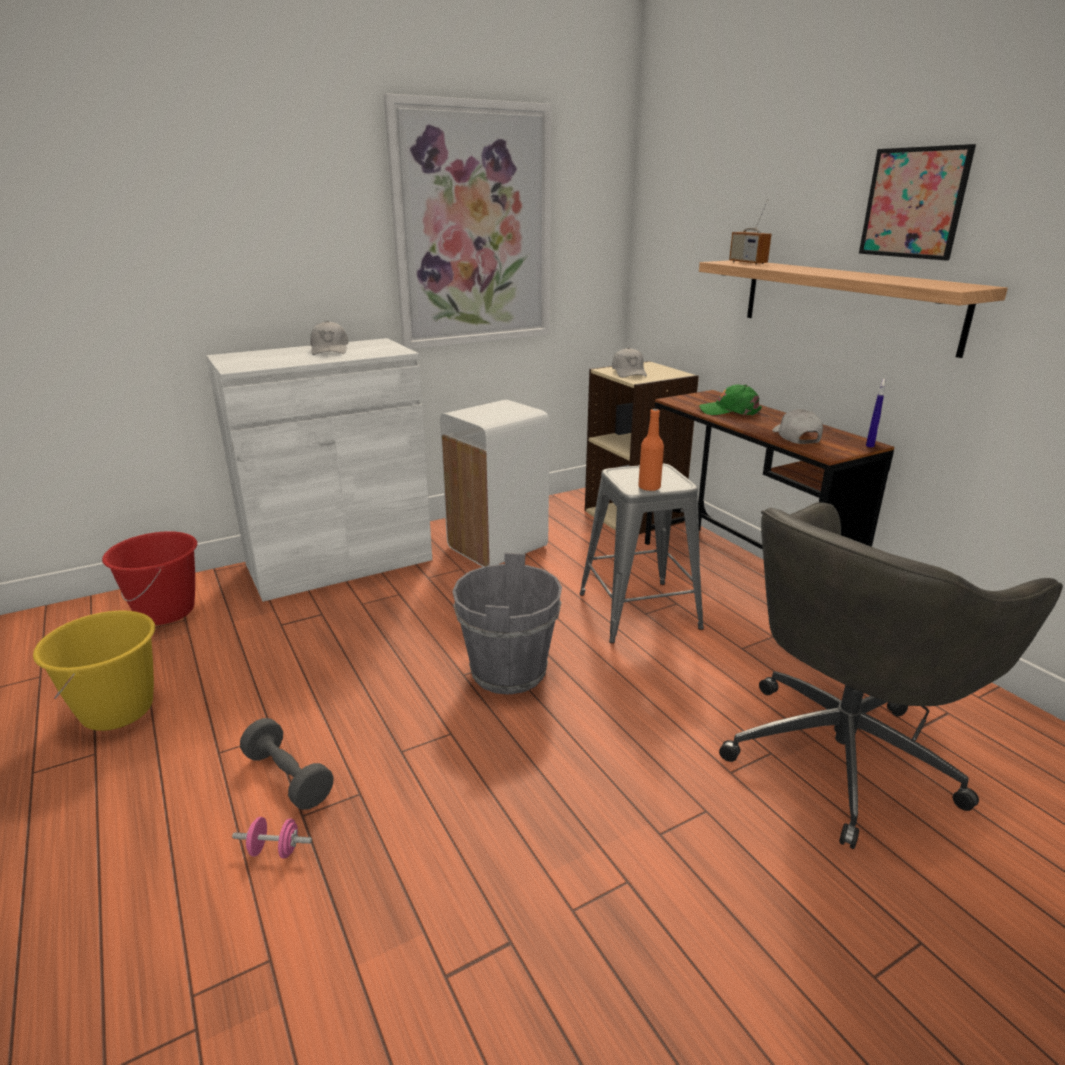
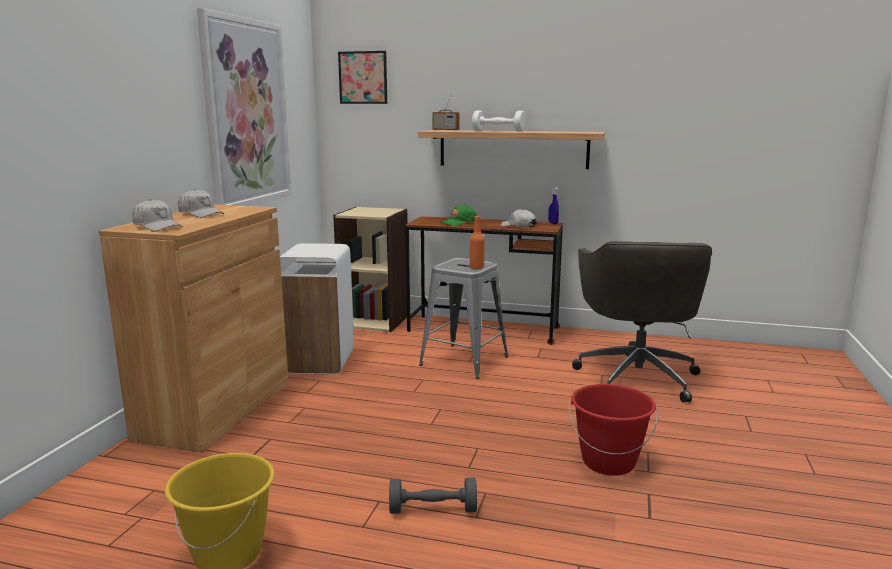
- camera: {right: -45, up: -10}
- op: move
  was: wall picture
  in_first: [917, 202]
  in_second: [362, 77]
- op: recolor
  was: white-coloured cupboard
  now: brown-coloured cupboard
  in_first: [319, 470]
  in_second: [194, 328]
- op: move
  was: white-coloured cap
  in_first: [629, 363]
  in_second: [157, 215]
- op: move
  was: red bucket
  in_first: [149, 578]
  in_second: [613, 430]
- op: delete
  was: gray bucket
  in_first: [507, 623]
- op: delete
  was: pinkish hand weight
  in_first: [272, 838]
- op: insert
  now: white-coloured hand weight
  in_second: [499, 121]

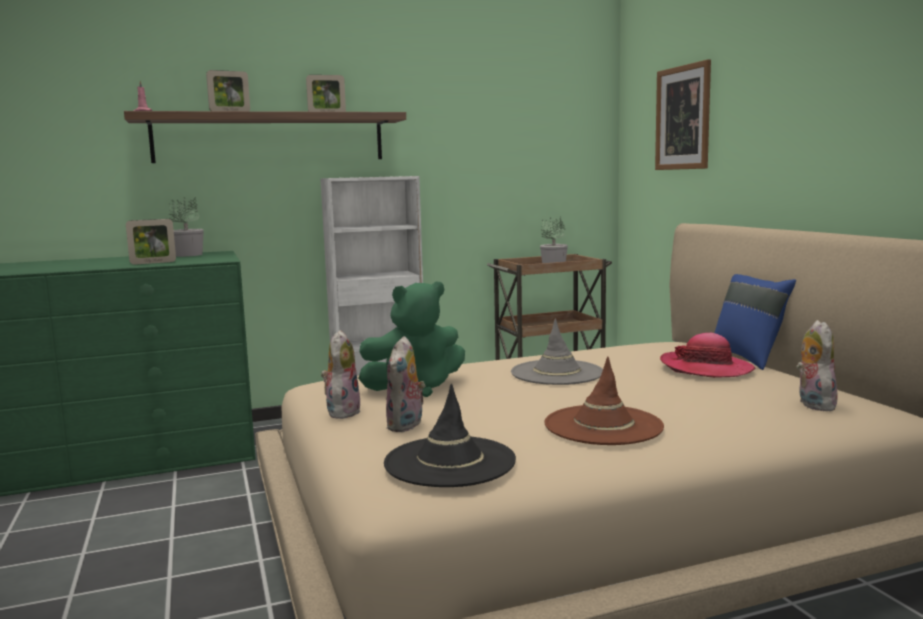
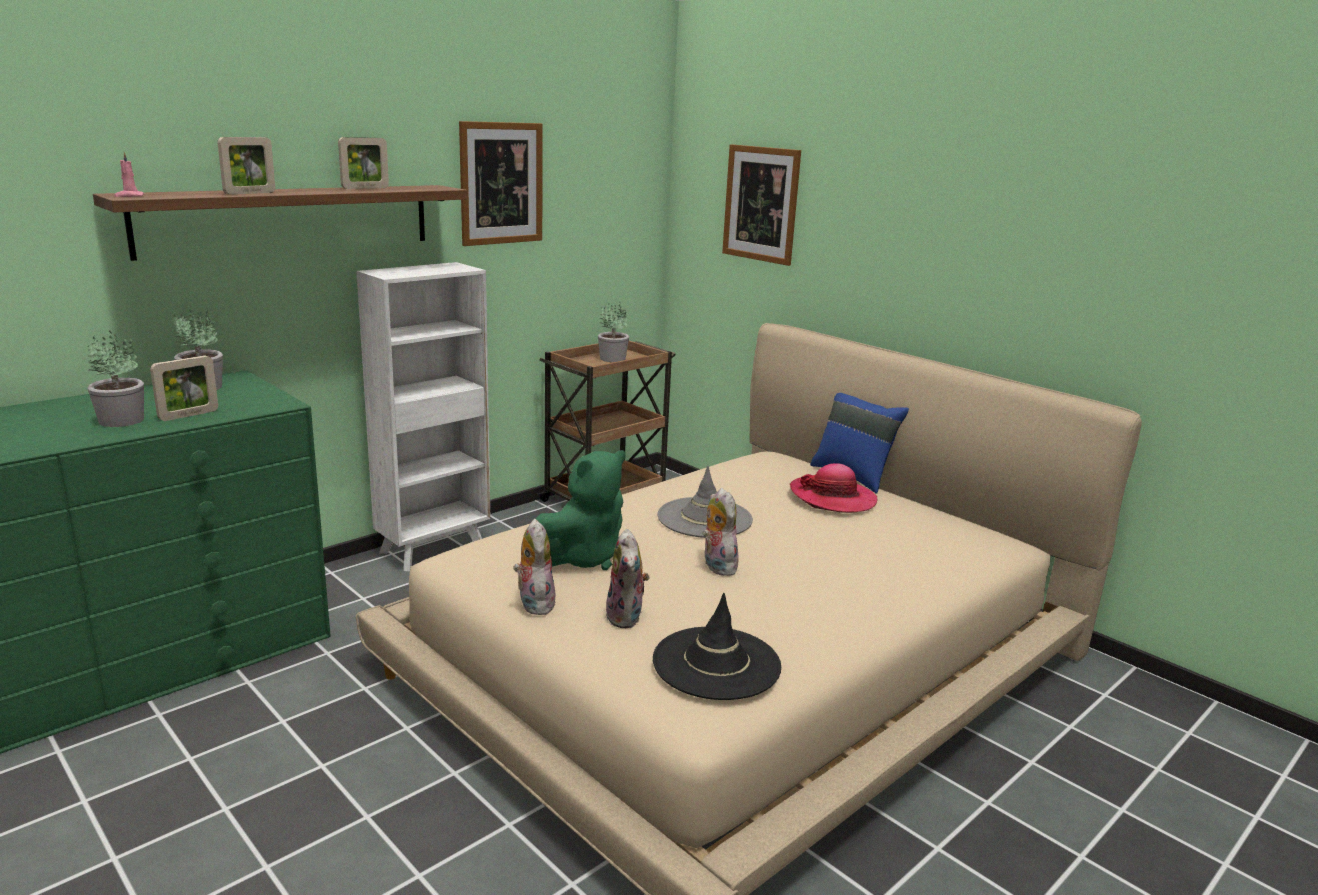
- camera: {right: -25, up: 10}
- op: move
  was: plush toy
  in_first: [818, 366]
  in_second: [721, 532]
- op: delete
  was: brown-coloured hat
  in_first: [604, 400]
- op: insert
  now: wall picture
  in_second: [501, 183]
- op: insert
  now: houseplant
  in_second: [115, 378]

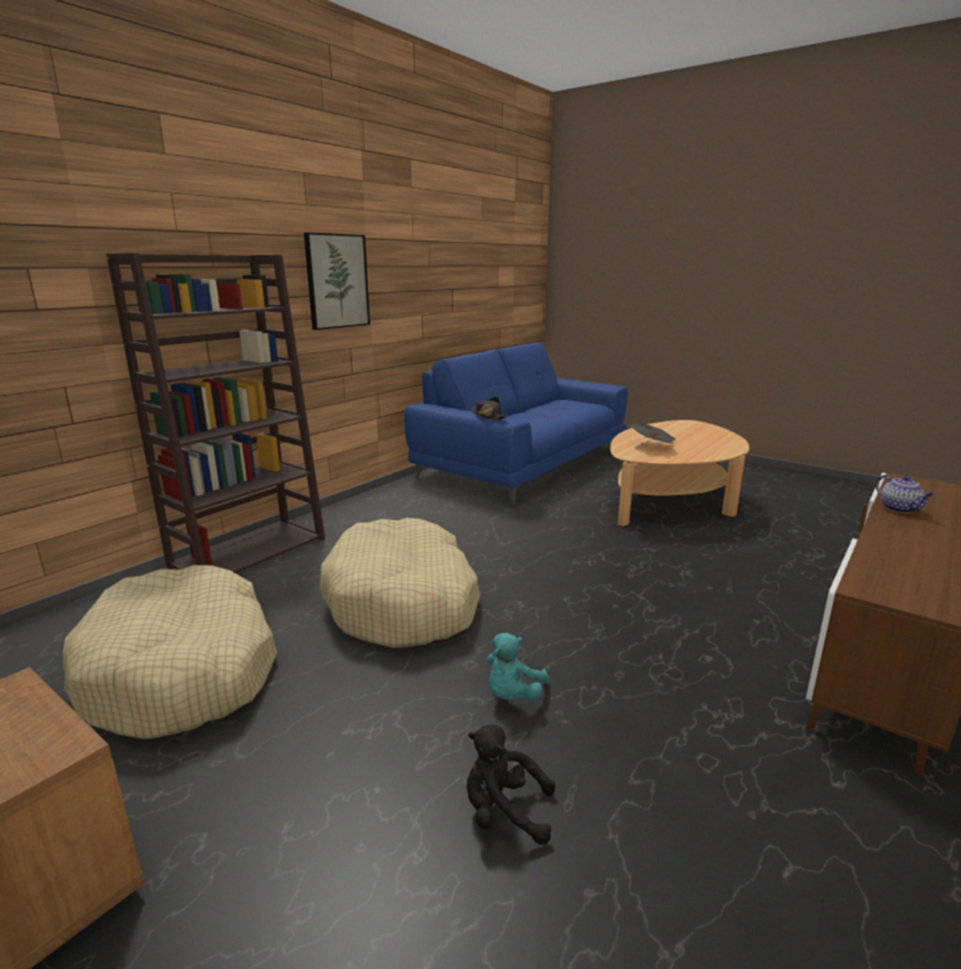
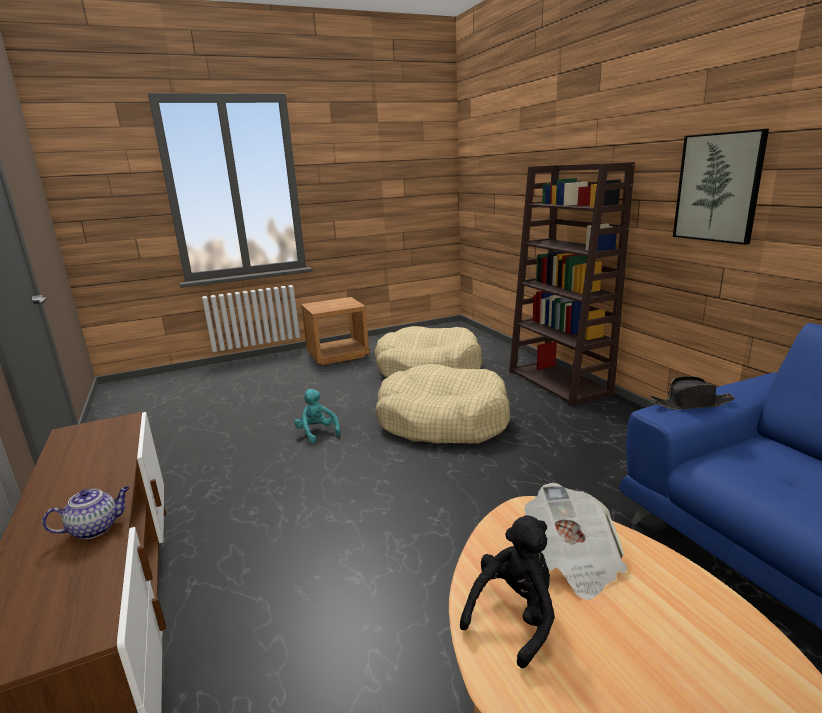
- camera: {right: 120, up: 0}
- op: rotate
  was: teapot
  in_first: [905, 494]
  in_second: [86, 512]
  clockwise: 135
- op: move
  was: black-coloured plush toy
  in_first: [510, 784]
  in_second: [507, 591]

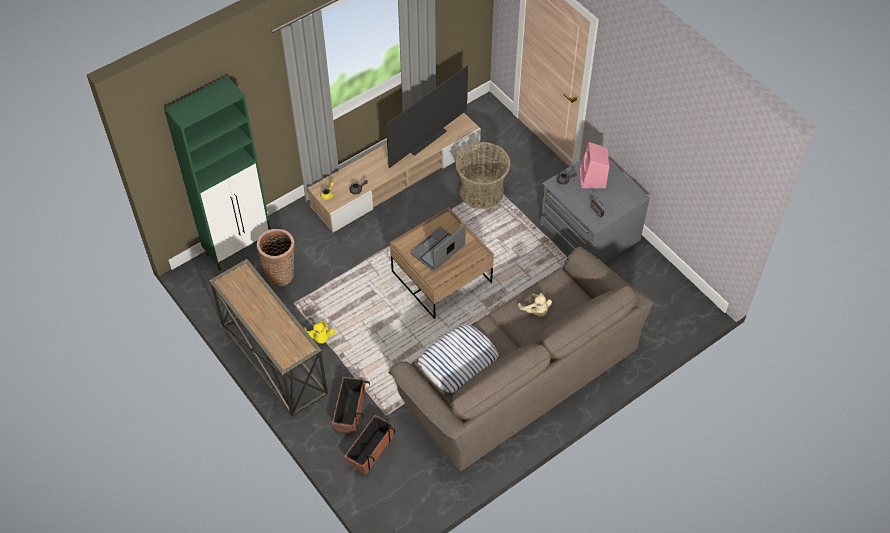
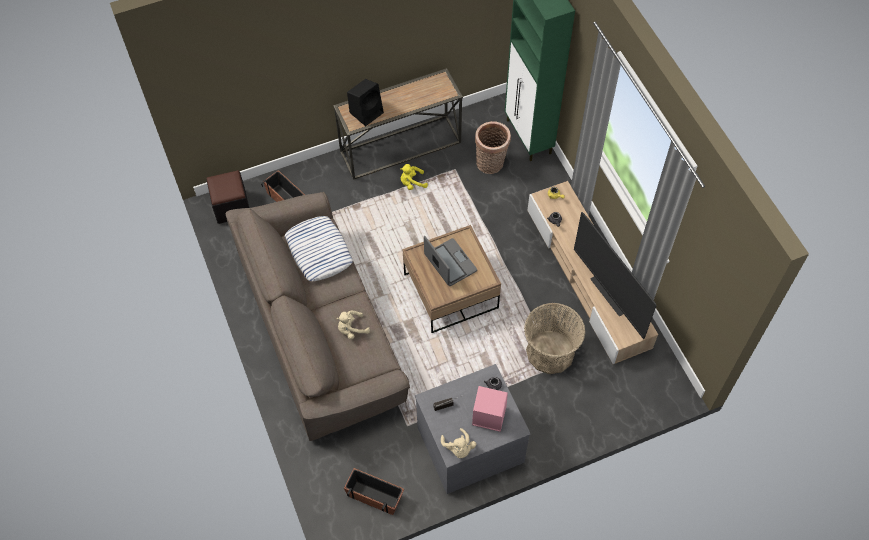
- camera: {right: 105, up: 5}
- op: move
  was: plant pot
  in_first: [351, 405]
  in_second: [374, 491]
- op: insert
  now: black-coloured speaker
  in_second: [365, 102]
- op: insert
  now: black-coloured ottoman
  in_second: [227, 197]
- op: insert
  now: sand-coloured plush toy
  in_second: [458, 443]

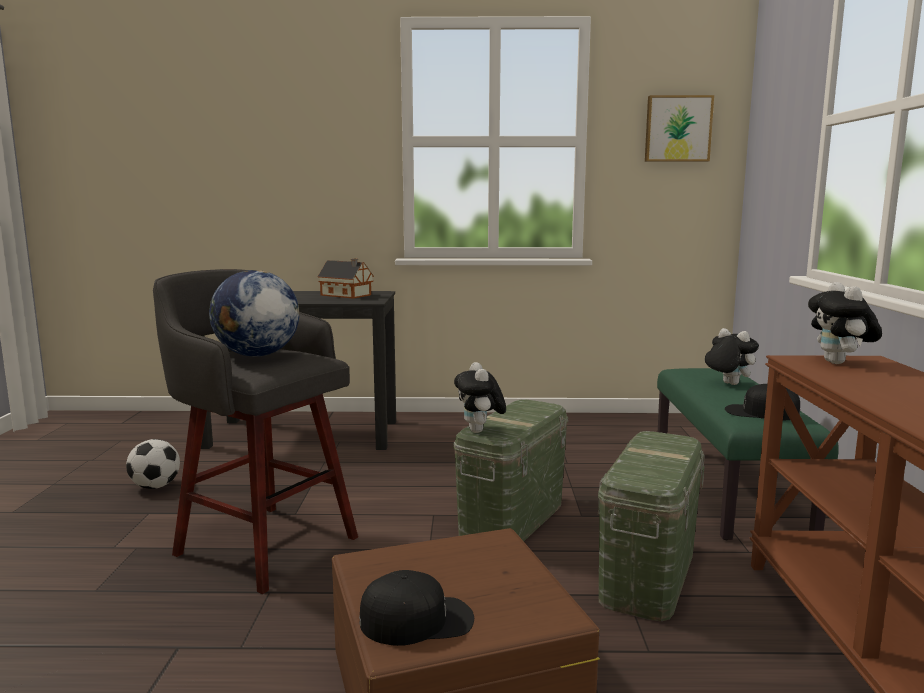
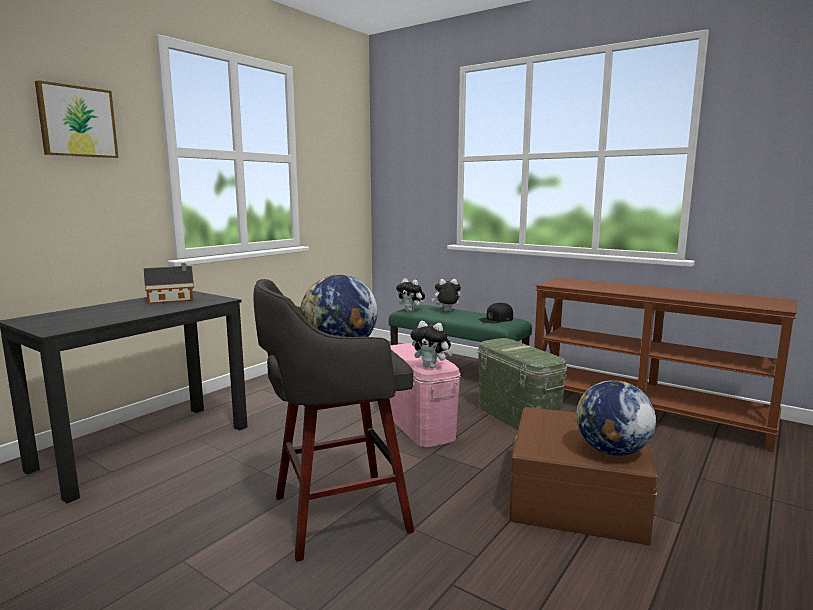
- camera: {right: -55, up: 0}
- op: move
  was: wall picture
  in_first: [679, 128]
  in_second: [77, 119]
- op: move
  was: plush toy
  in_first: [845, 323]
  in_second: [410, 295]
- op: recolor
  was: green storage container
  now: pinkish storage container
  in_first: [510, 470]
  in_second: [425, 395]
- op: delete
  was: football ball
  in_first: [153, 464]
- op: replace
  was: black-coloured cap
  now: globe
  in_first: [416, 608]
  in_second: [616, 418]

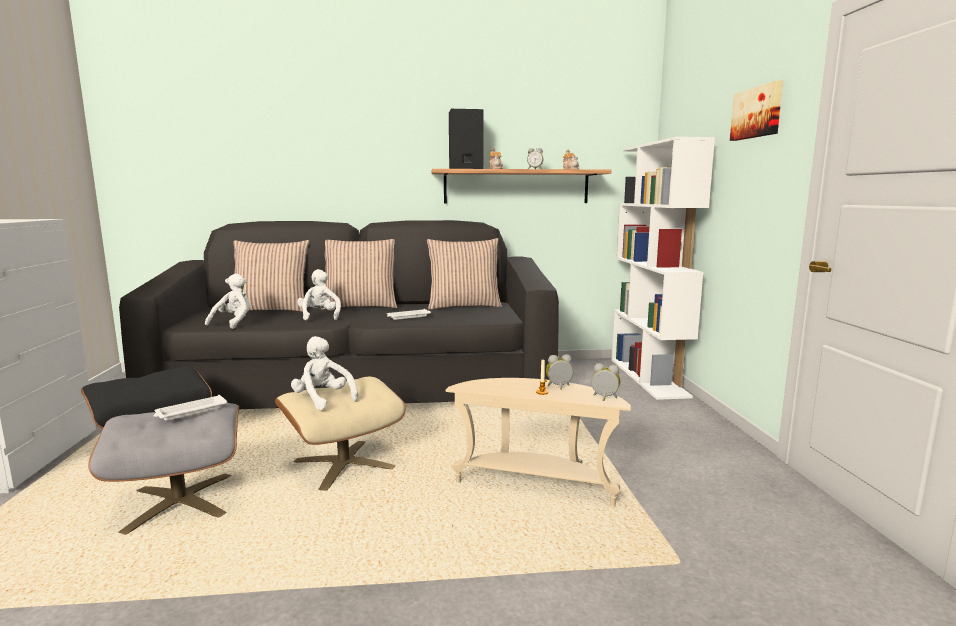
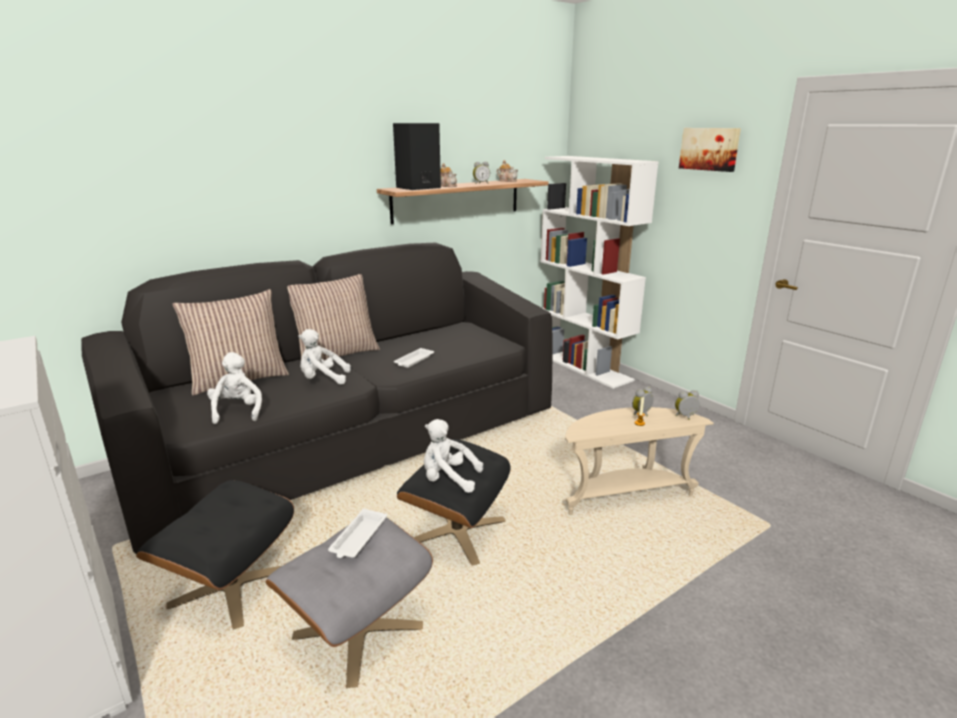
- camera: {right: -30, up: 10}
- op: delete
  was: throw pillow
  in_first: [464, 274]
- op: rotate
  was: white-coloured plush toy
  in_first: [319, 294]
  in_second: [324, 357]
  clockwise: -45
- op: recolor
  was: sand-coloured ottoman
  now: black-coloured ottoman
  in_first: [340, 434]
  in_second: [454, 502]

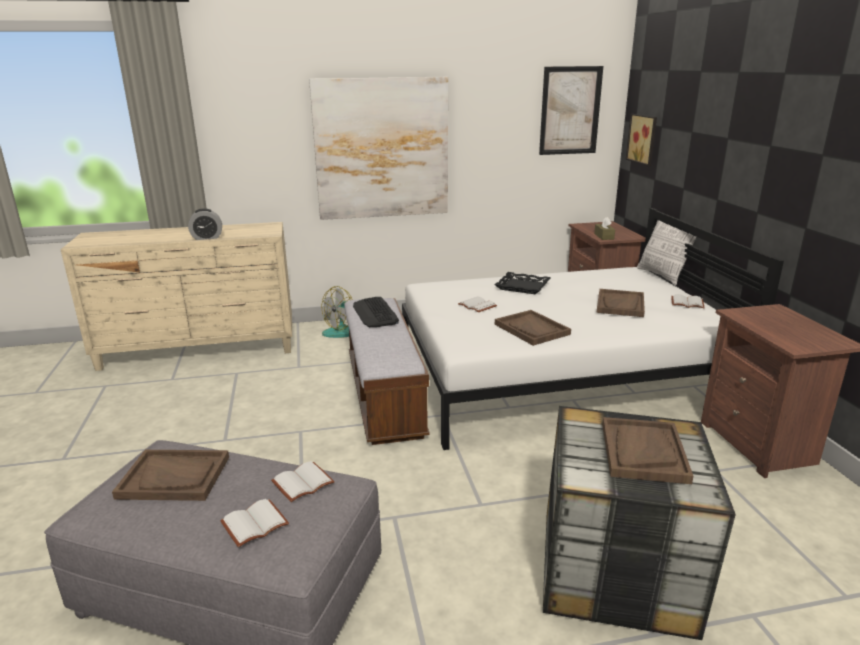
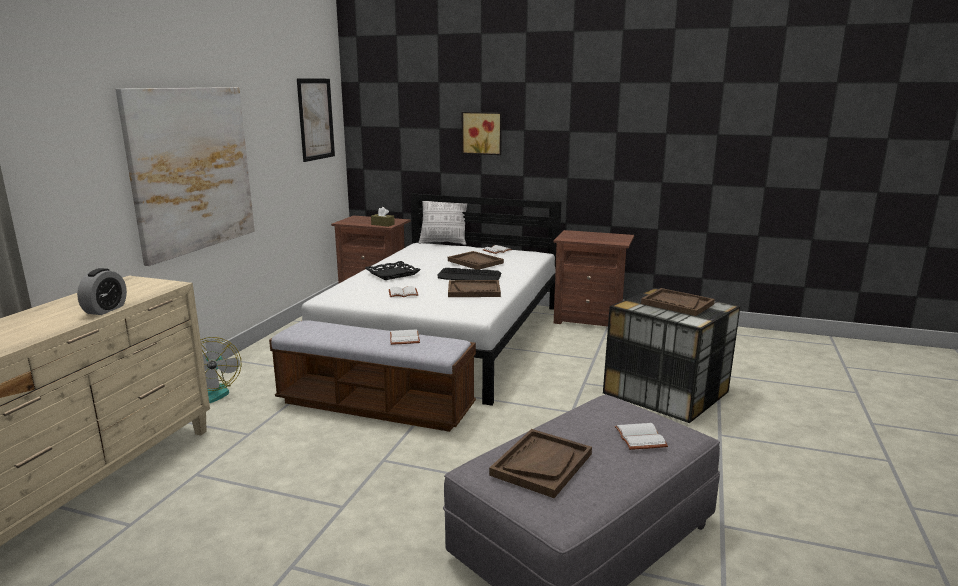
- camera: {right: -60, up: -5}
- op: move
  was: wall picture
  in_first: [641, 140]
  in_second: [482, 133]
- op: move
  was: PC keyboard
  in_first: [376, 312]
  in_second: [469, 274]
- op: move
  was: white-coloured bound book
  in_first: [303, 481]
  in_second: [405, 337]

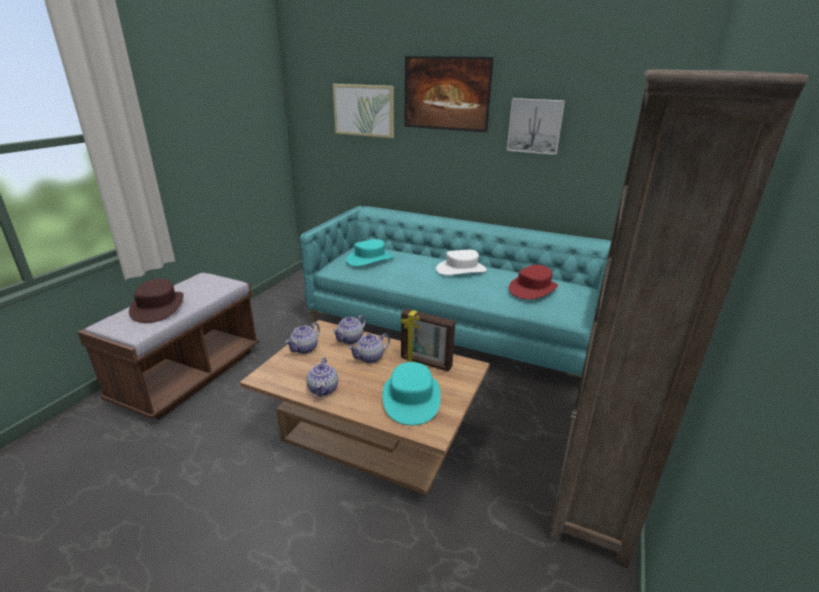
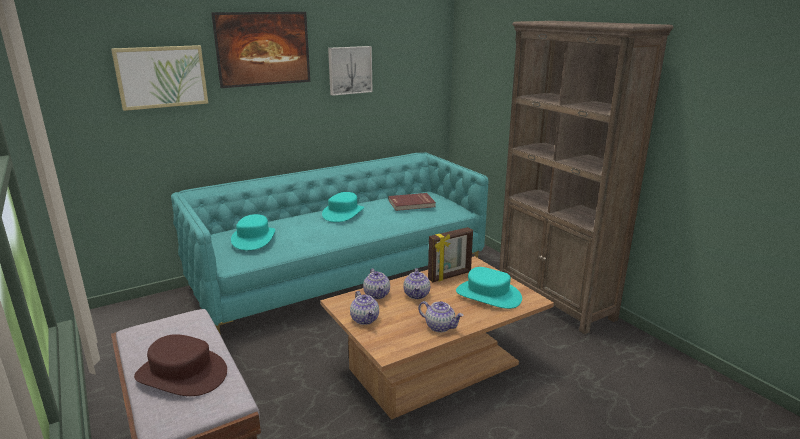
- camera: {right: -55, up: -5}
- op: recolor
  was: white-coloured hat
  now: blue-green hat
  in_first: [461, 262]
  in_second: [343, 207]
- op: replace
  was: red hat
  now: red bound book
  in_first: [533, 282]
  in_second: [412, 202]

